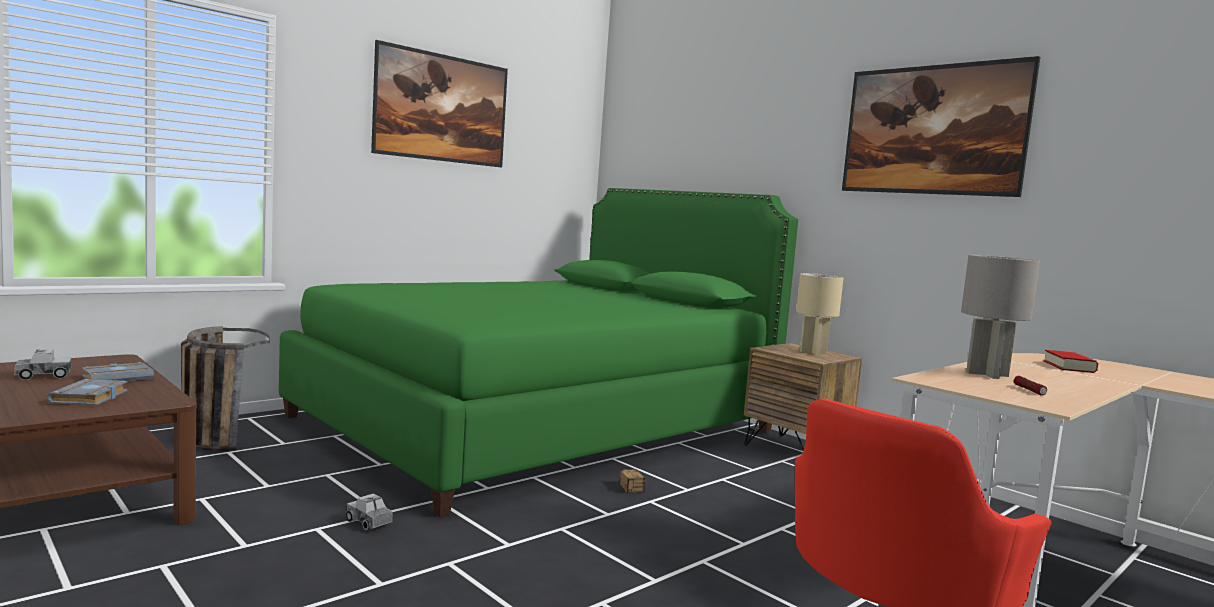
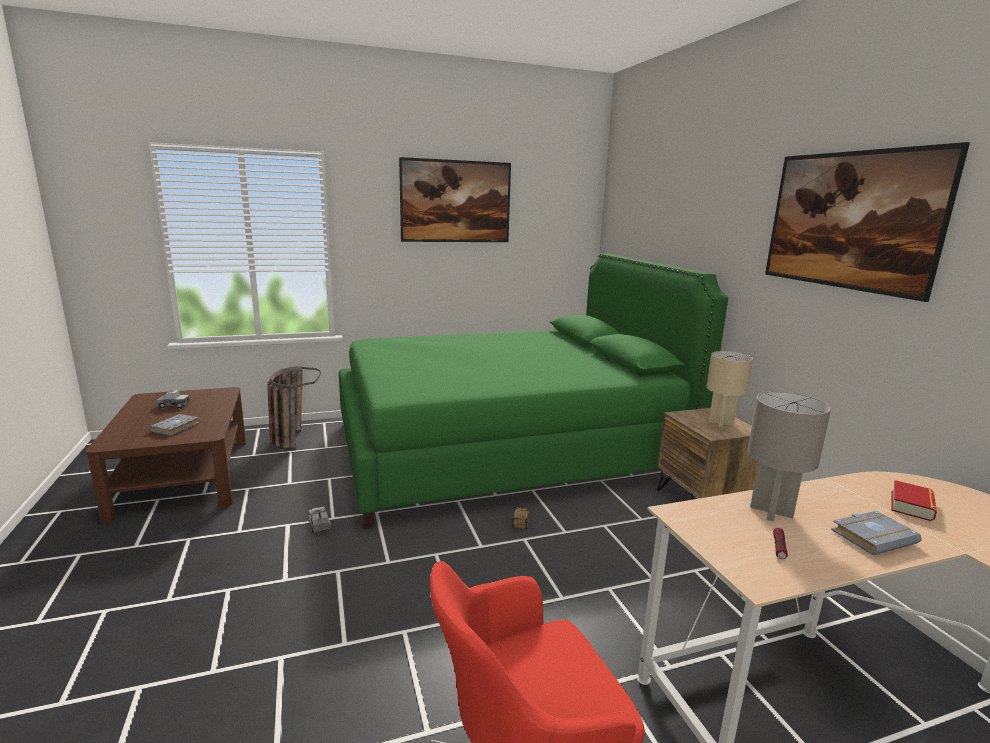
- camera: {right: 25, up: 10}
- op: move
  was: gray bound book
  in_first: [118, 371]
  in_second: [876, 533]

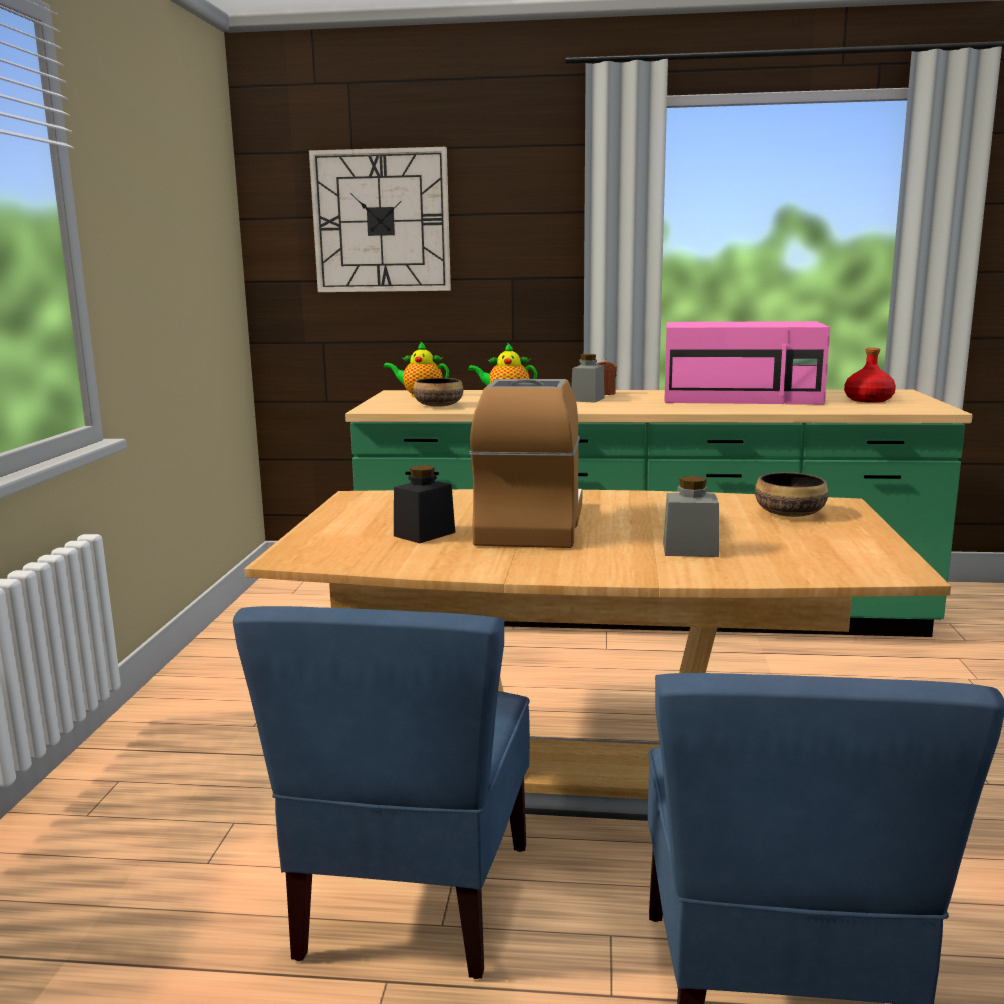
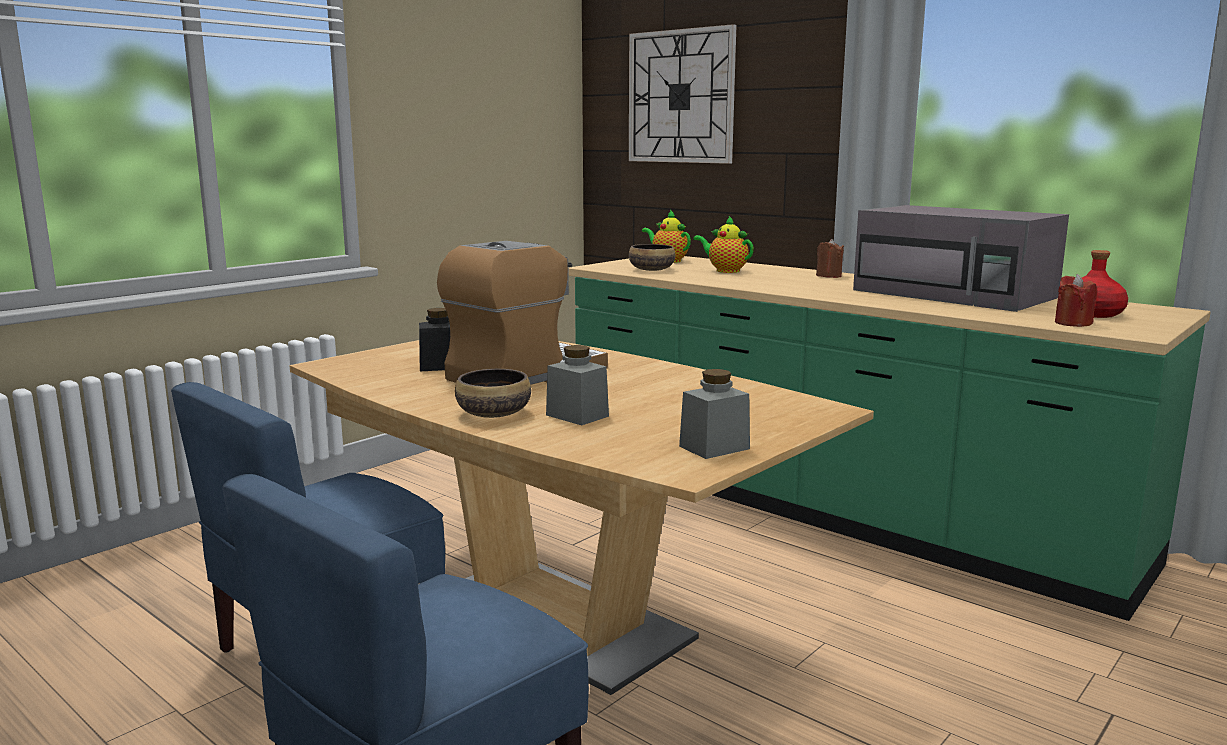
- camera: {right: 35, up: 0}
- op: recolor
  was: pinkish kitchen microwave
  now: gray kitchen microwave
  in_first: [747, 363]
  in_second: [961, 258]
- op: move
  was: gray storage jar
  in_first: [588, 378]
  in_second: [714, 414]
- op: move
  was: bowl
  in_first: [791, 494]
  in_second: [493, 393]
- op: insert
  now: red wax candle
  in_second: [1076, 300]

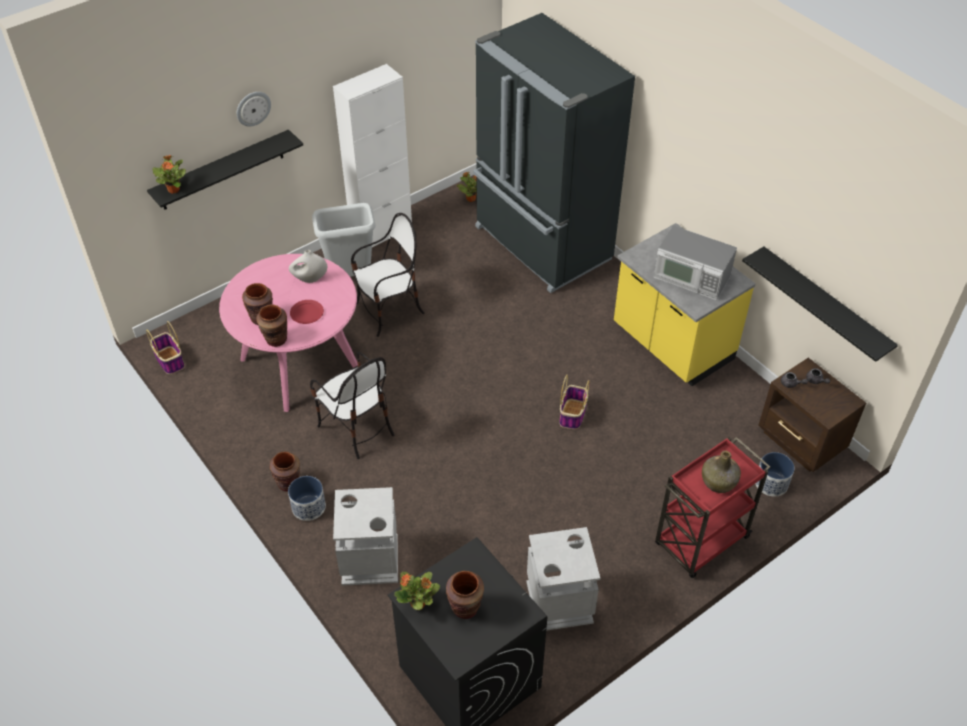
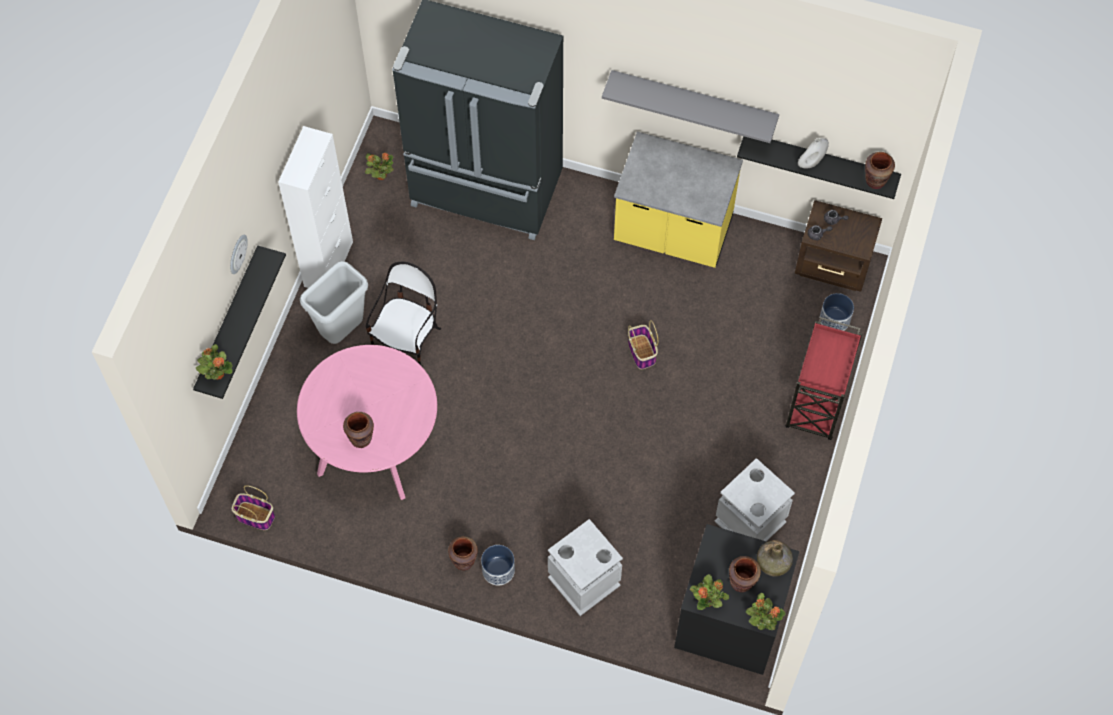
- camera: {right: -35, up: 15}
- op: delete
  was: kitchen microwave
  in_first: [695, 262]
- op: move
  was: white-coloured flower vase
  in_first: [308, 266]
  in_second: [813, 153]
- op: delete
  was: red dinner plate
  in_first: [307, 312]
- op: move
  was: brown-coloured flower vase
  in_first: [271, 326]
  in_second: [880, 170]
- op: delete
  was: plain chair
  in_first: [352, 405]
- op: move
  was: green drink bottle
  in_first: [721, 472]
  in_second: [775, 558]
- op: insert
  now: gray shelf
  in_second: [690, 106]
- op: insert
  now: houseplant
  in_second: [766, 611]

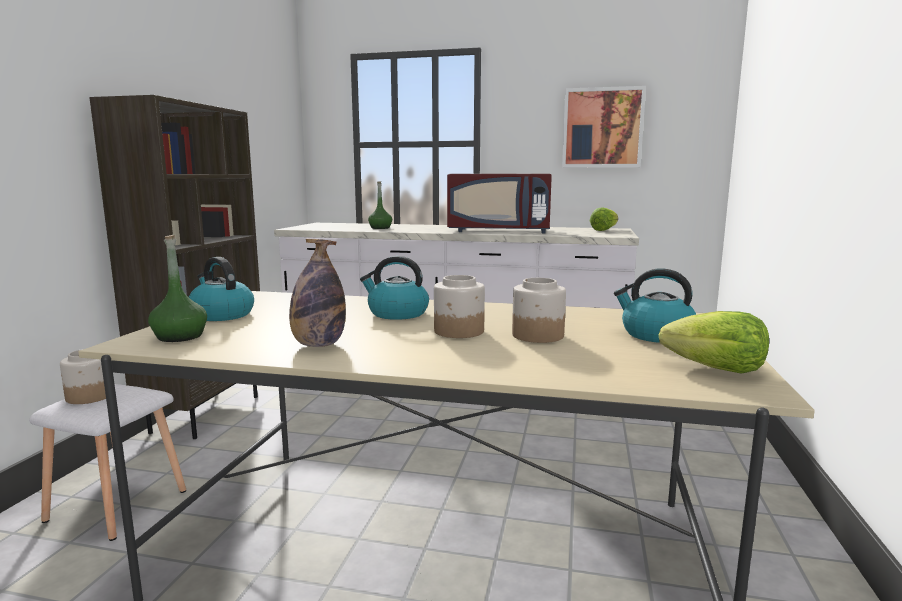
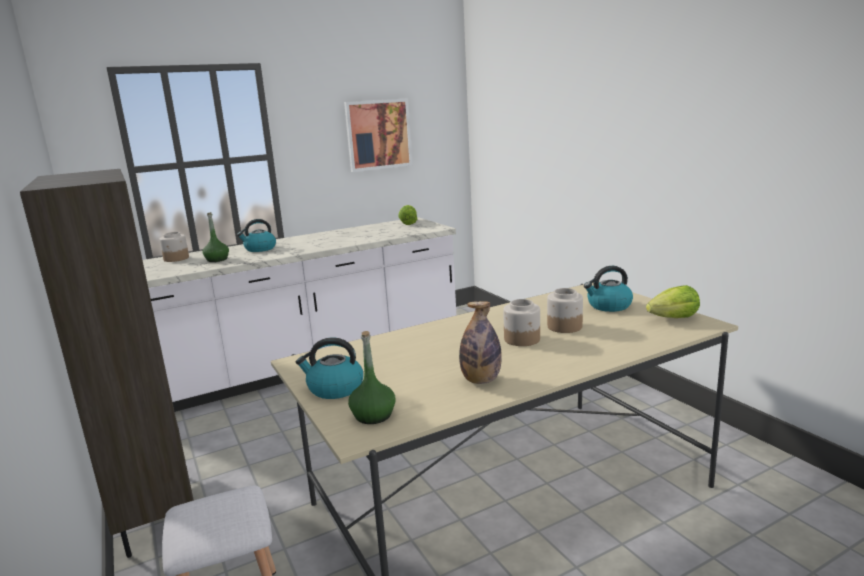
- camera: {right: -40, up: 5}
- op: delete
  was: red kitchen microwave
  in_first: [499, 203]
- op: move
  was: water kettle
  in_first: [394, 288]
  in_second: [256, 235]
- op: move
  was: storage jar
  in_first: [83, 376]
  in_second: [174, 247]

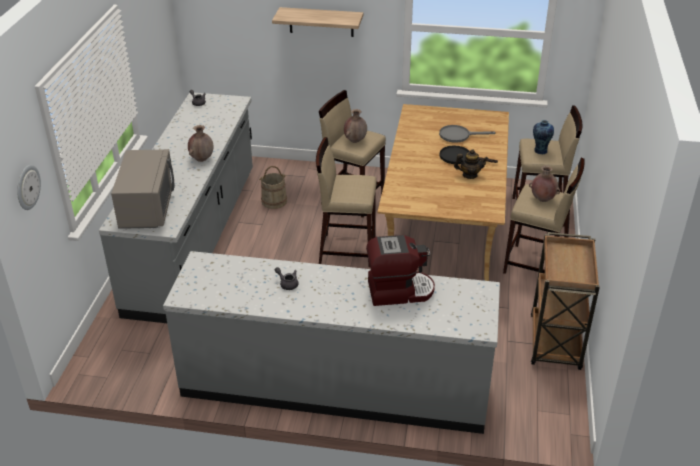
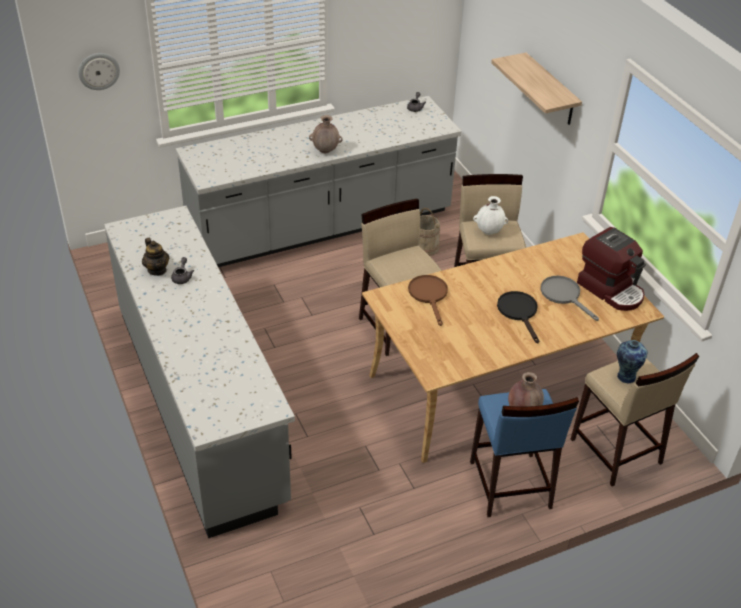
- camera: {right: 55, up: 5}
- op: recolor
  was: brown-coloured flower vase
  now: white-coloured flower vase
  in_first: [355, 126]
  in_second: [490, 215]
- op: delete
  was: gray kitchen microwave
  in_first: [143, 189]
- op: move
  was: teapot
  in_first: [471, 164]
  in_second: [155, 257]
- op: recolor
  was: sand-coloured stool
  now: blue-coloured stool
  in_first: [543, 216]
  in_second: [524, 453]
- op: delete
  was: brown-coloured wheeled cart
  in_first: [565, 301]
- op: move
  was: coffee maker
  in_first: [400, 270]
  in_second: [611, 269]
- op: insert
  now: brown-coloured pan
  in_second: [428, 300]

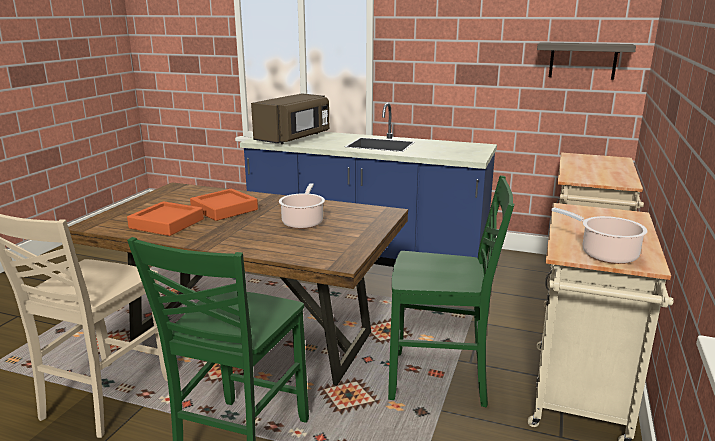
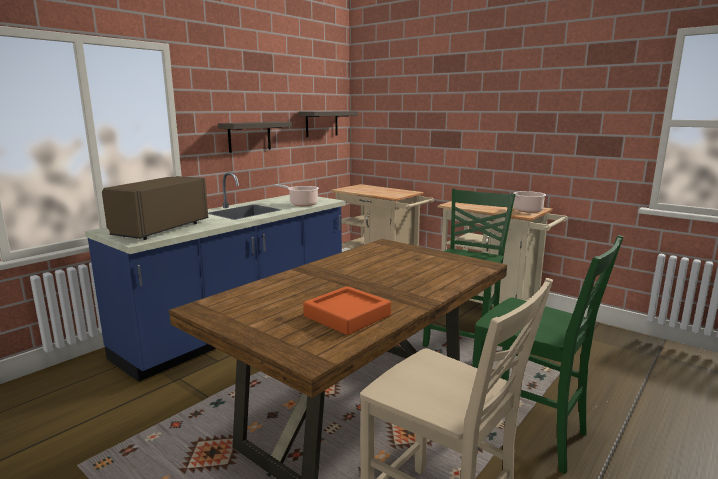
- camera: {right: -70, up: -5}
- op: rotate
  was: brown-coloured kitchen microwave
  in_first: [290, 118]
  in_second: [155, 208]
  clockwise: -120
- op: move
  was: stockpot
  in_first: [302, 206]
  in_second: [296, 195]
- op: delete
  was: orange tray
  in_first: [224, 204]
- op: insert
  now: shelf
  in_second: [255, 137]

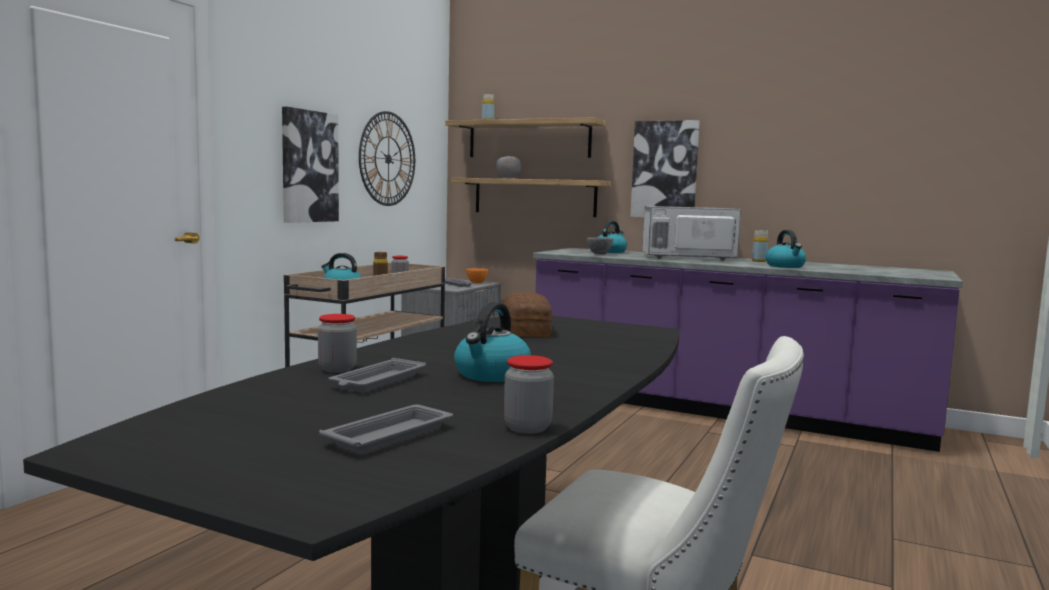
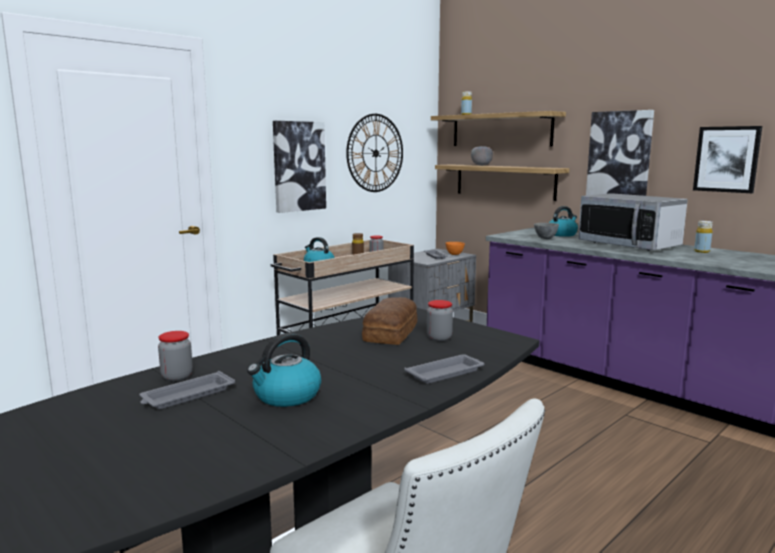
- camera: {right: 20, up: 5}
- op: rotate
  was: kitchen microwave
  in_first: [691, 233]
  in_second: [633, 222]
  clockwise: -150
- op: delete
  was: water kettle
  in_first: [785, 249]
- op: move
  was: storage jar
  in_first: [529, 394]
  in_second: [440, 320]
- op: move
  was: gray tray
  in_first: [386, 429]
  in_second: [444, 369]
- op: insert
  now: wall picture
  in_second: [727, 159]

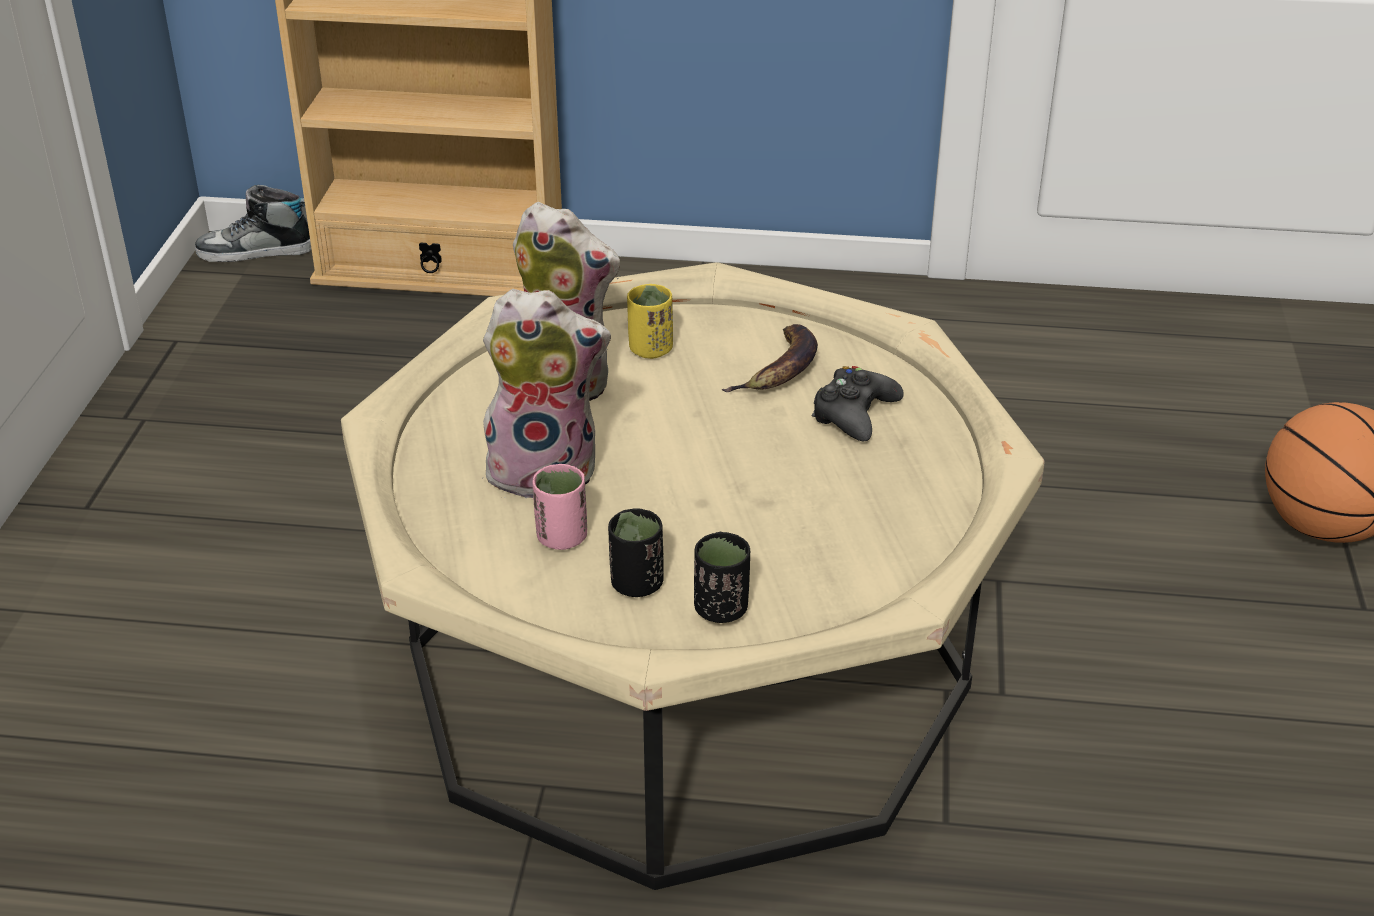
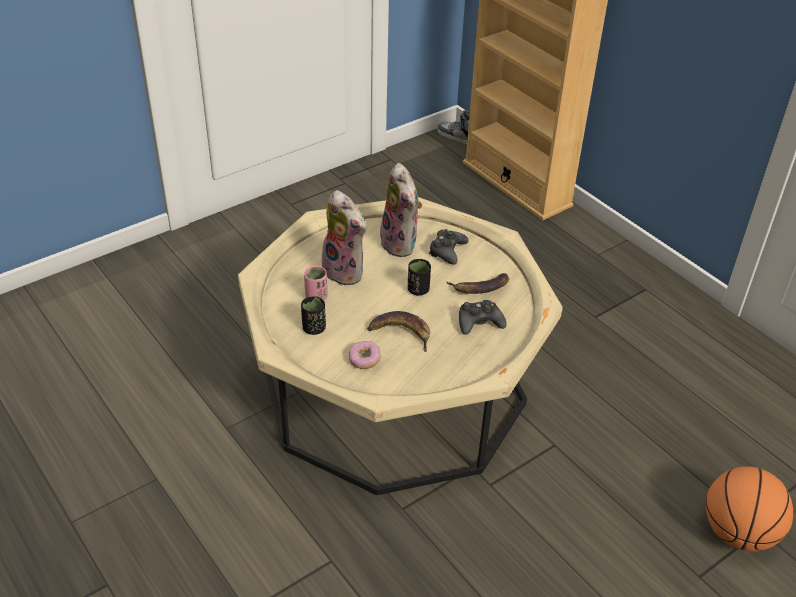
- camera: {right: 45, up: 5}
- op: replace
  was: yellowish drinking cup
  now: black-coloured joypad
  in_first: [650, 321]
  in_second: [448, 247]
- op: move
  was: black-coloured drinking cup
  in_first: [722, 577]
  in_second: [419, 277]
- op: insert
  now: banana
  in_second: [398, 331]
- op: insert
  now: doughnut
  in_second: [365, 355]

